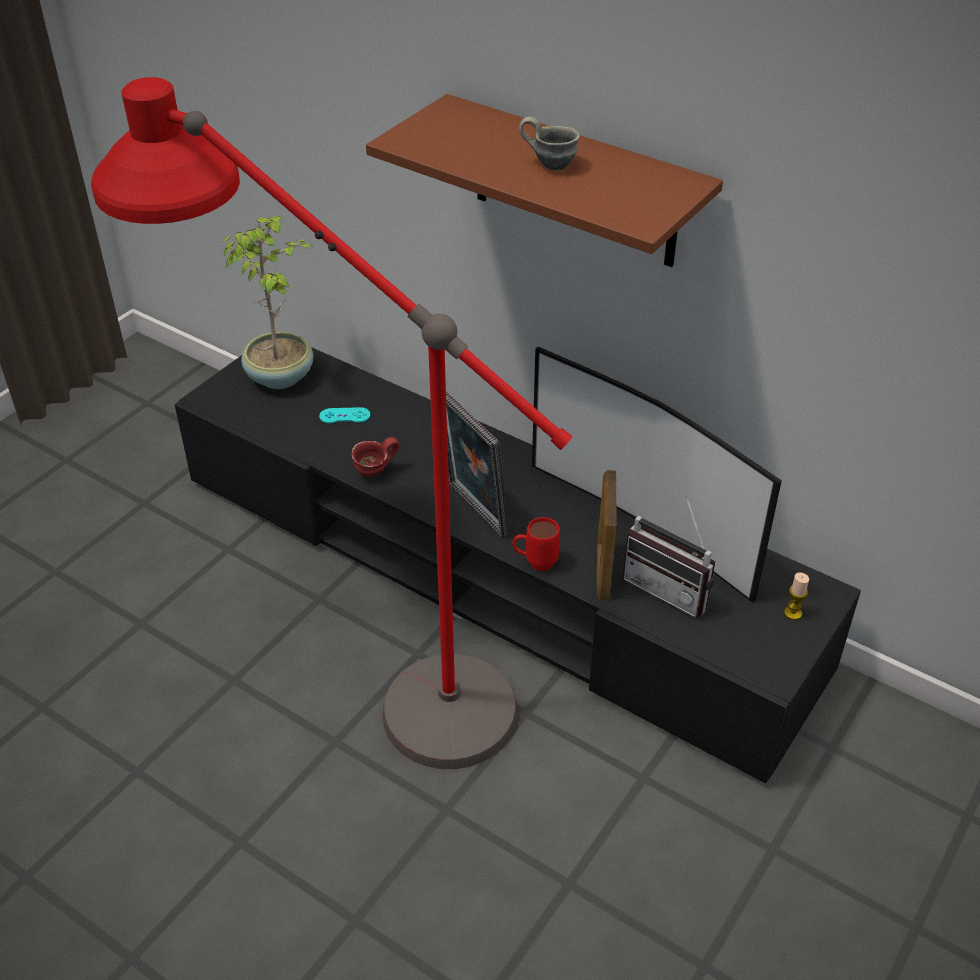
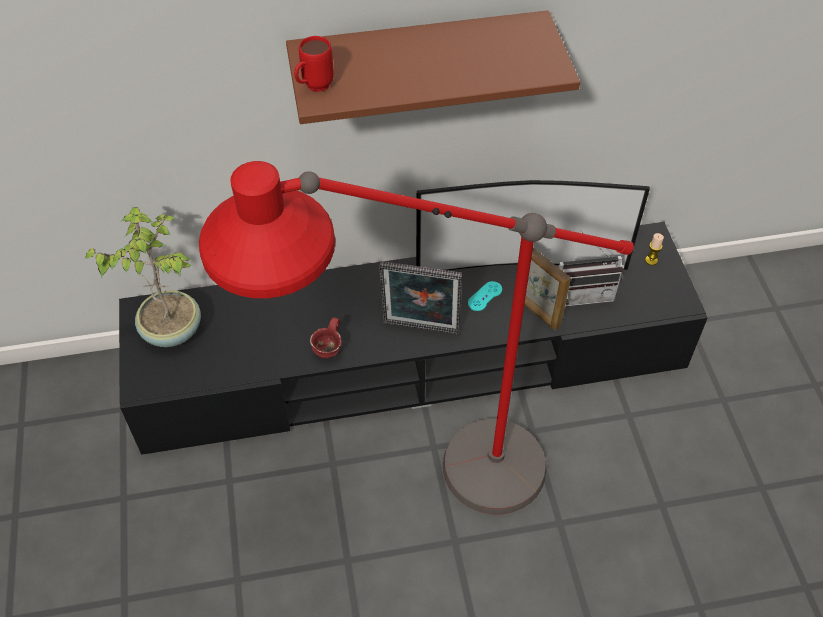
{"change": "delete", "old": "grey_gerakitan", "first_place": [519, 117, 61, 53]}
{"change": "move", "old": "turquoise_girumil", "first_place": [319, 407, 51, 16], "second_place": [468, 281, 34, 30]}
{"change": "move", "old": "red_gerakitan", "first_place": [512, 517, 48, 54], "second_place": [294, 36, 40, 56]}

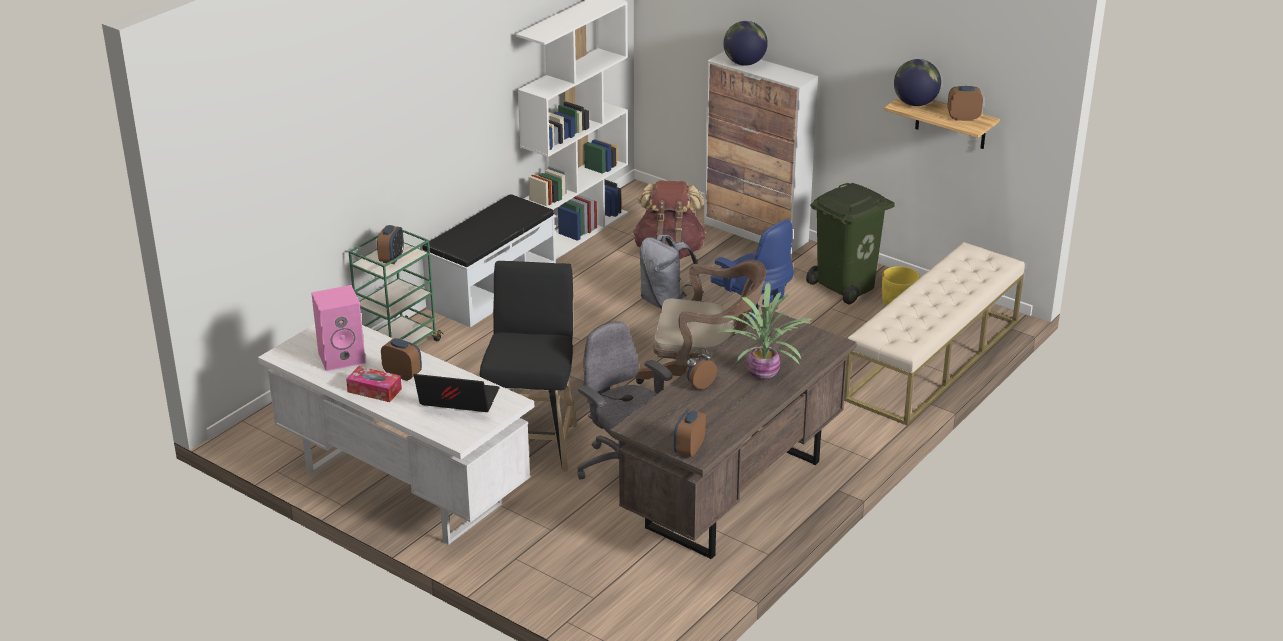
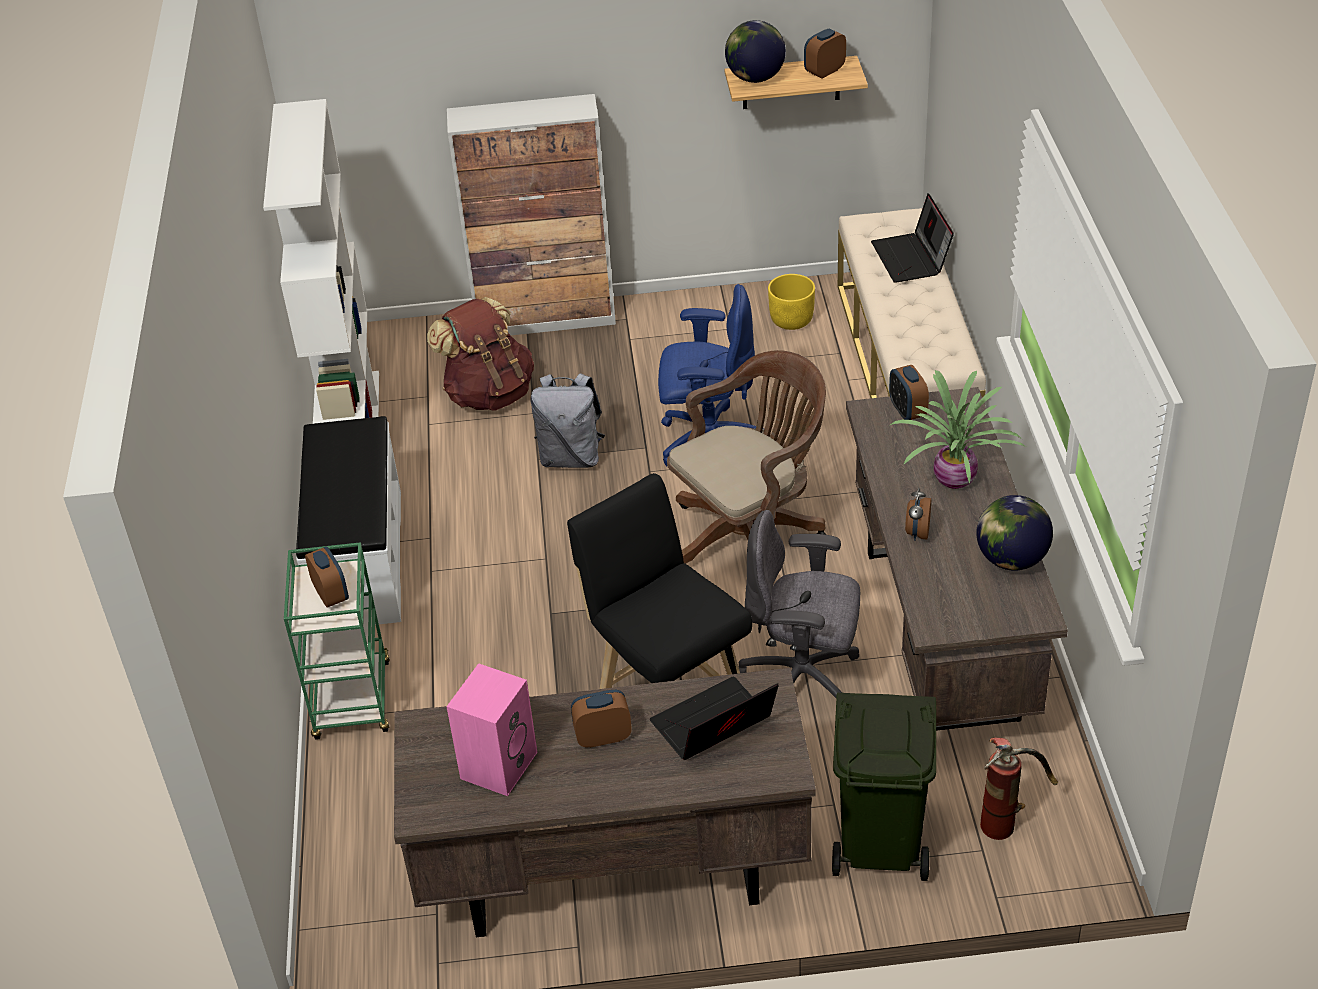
{"change": "delete", "old": "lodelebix", "first_place": [346, 366, 56, 36]}
{"change": "insert", "new": "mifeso", "second_place": [871, 193, 83, 90]}
{"change": "insert", "new": "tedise", "second_place": [980, 737, 78, 103]}
{"change": "move", "old": "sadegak", "first_place": [674, 409, 32, 48], "second_place": [889, 365, 40, 55]}
{"change": "move", "old": "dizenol", "first_place": [723, 21, 45, 45], "second_place": [976, 495, 77, 75]}
{"change": "move", "old": "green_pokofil", "first_place": [806, 183, 89, 121], "second_place": [832, 693, 104, 188]}
{"change": "recolor", "old": "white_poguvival", "new": "brown_poguvival", "first_place": [258, 324, 276, 221], "second_place": [394, 668, 422, 269]}

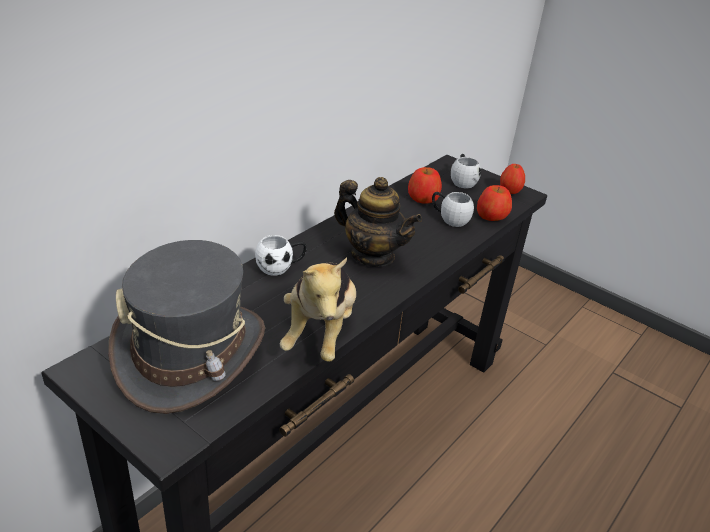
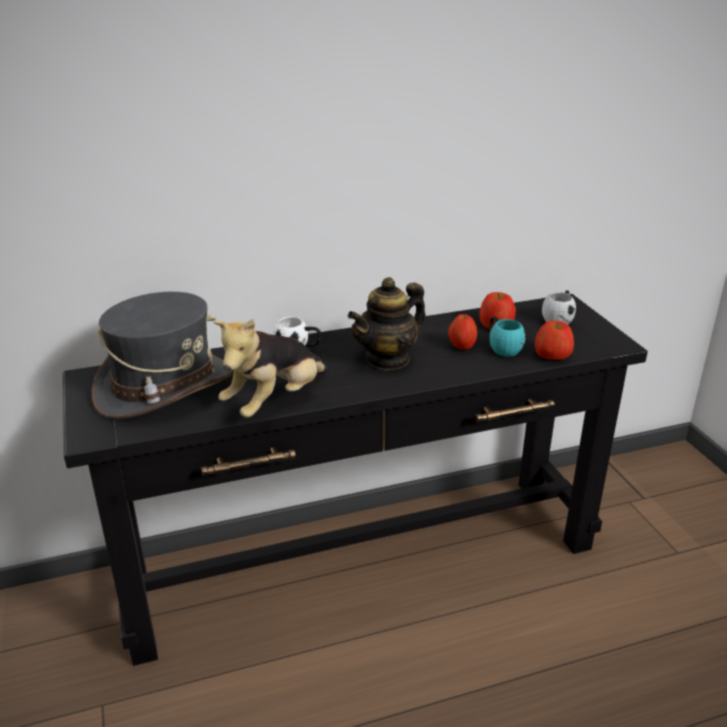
{"change": "move", "old": "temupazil", "first_place": [500, 164, 25, 30], "second_place": [448, 314, 29, 36]}
{"change": "recolor", "old": "white_gerakitan", "new": "turquoise_gerakitan", "first_place": [432, 192, 42, 35], "second_place": [490, 316, 36, 41]}
{"change": "rotate", "old": "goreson", "first_place": [334, 177, 88, 89], "second_place": [348, 277, 78, 94], "degrees": 75}

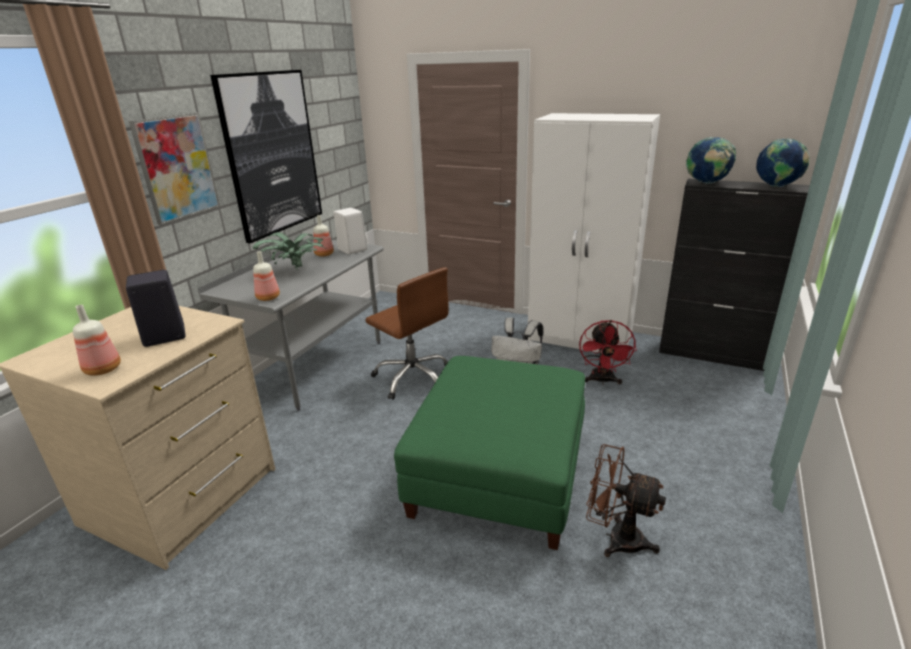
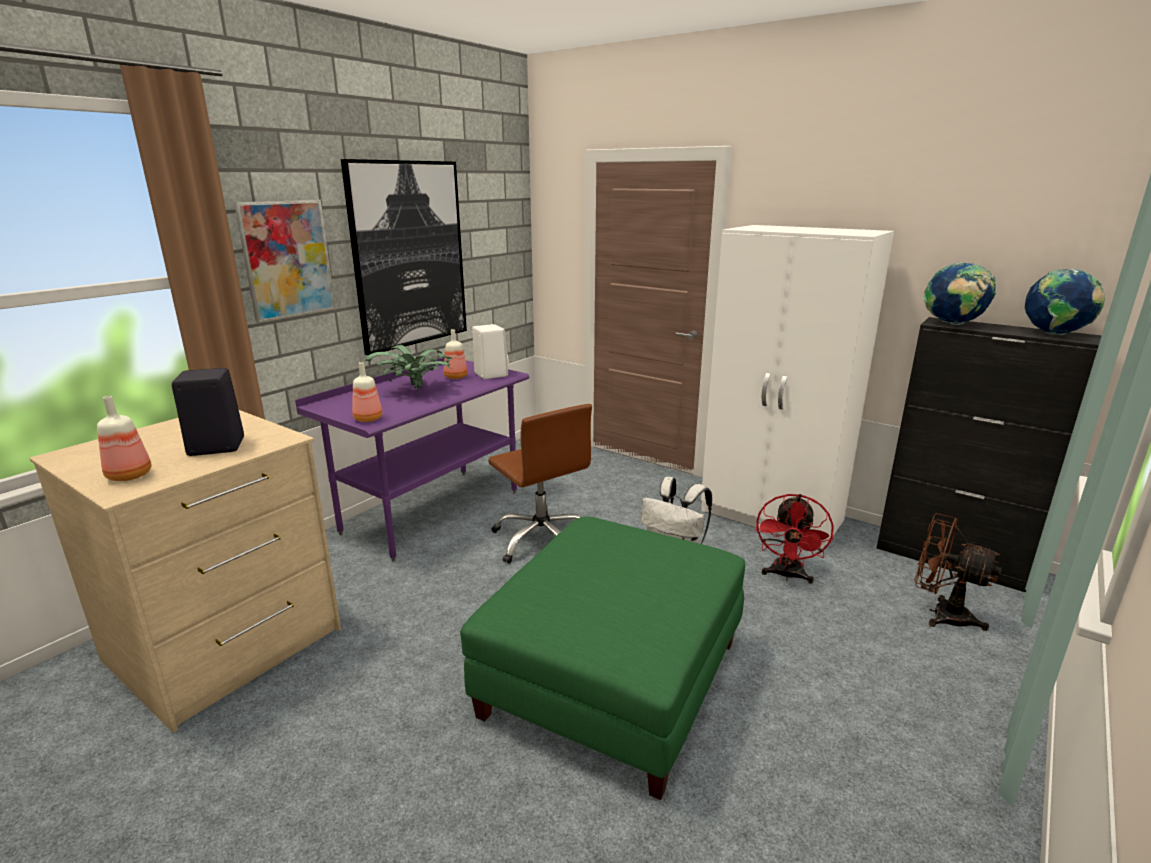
{"change": "move", "old": "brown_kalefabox", "first_place": [586, 444, 80, 113], "second_place": [915, 513, 87, 118]}
{"change": "recolor", "old": "grey_poguvival", "new": "purple_poguvival", "first_place": [198, 236, 186, 175], "second_place": [295, 358, 234, 203]}

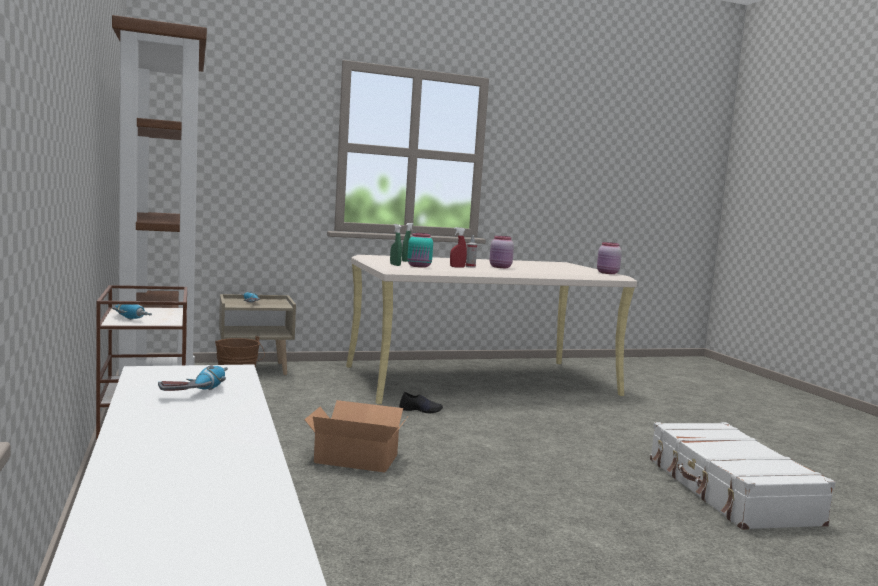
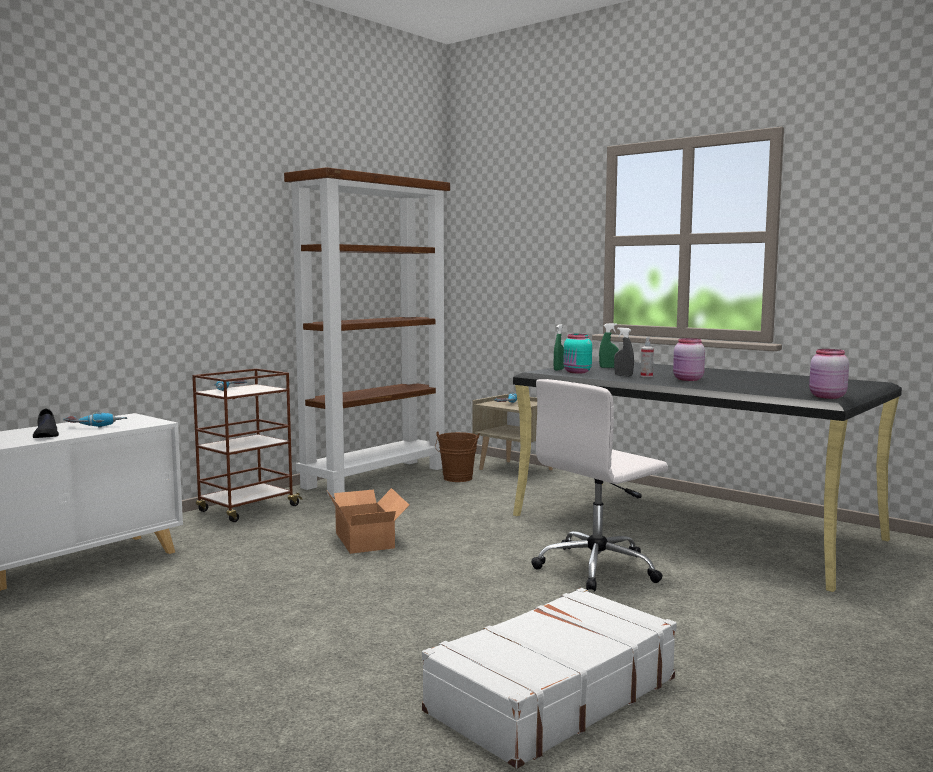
{"change": "insert", "new": "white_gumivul", "second_place": [531, 379, 137, 213]}
{"change": "move", "old": "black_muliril", "first_place": [399, 392, 44, 21], "second_place": [33, 408, 26, 30]}
{"change": "recolor", "old": "beige_poguvival", "new": "black_poguvival", "first_place": [346, 255, 291, 149], "second_place": [513, 361, 389, 231]}
{"change": "recolor", "old": "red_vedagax", "new": "grey_vedagax", "first_place": [450, 227, 17, 41], "second_place": [614, 327, 20, 49]}

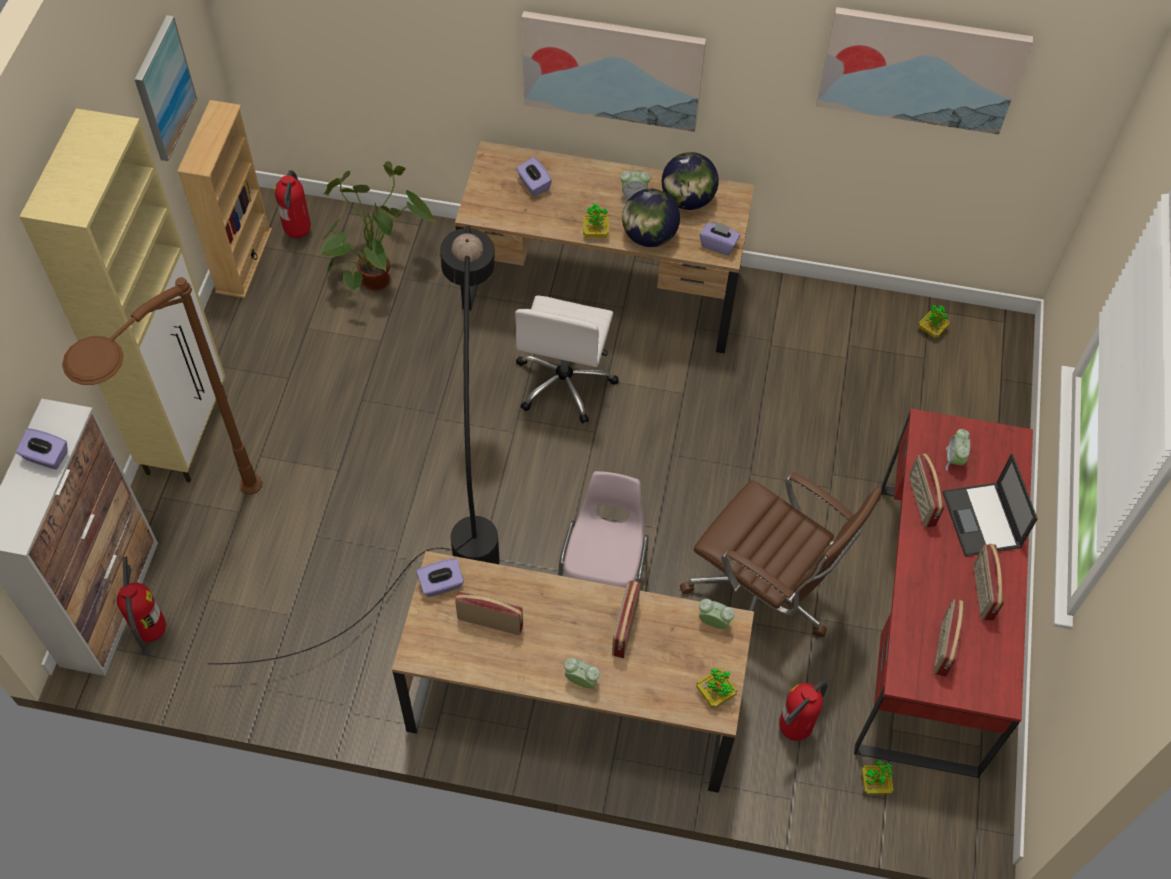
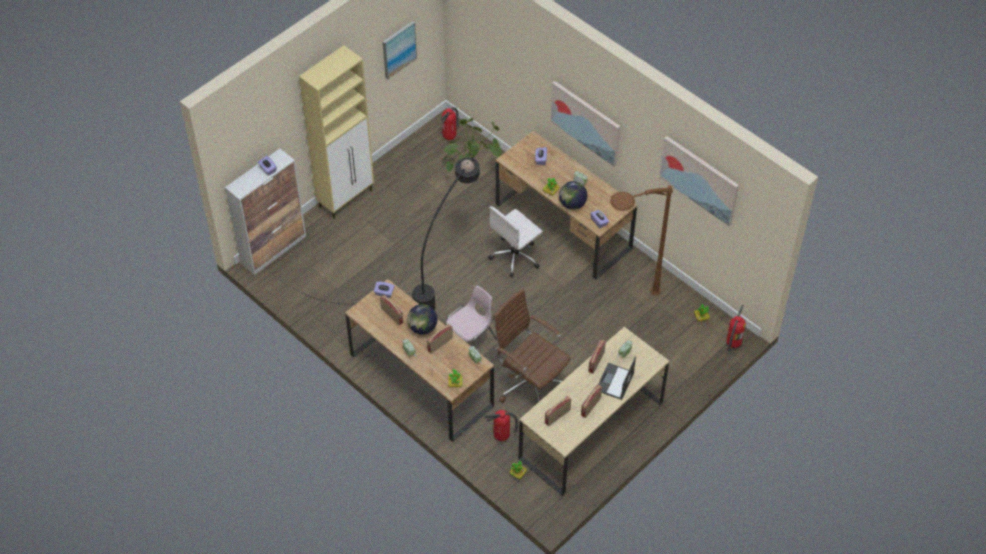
{"change": "delete", "old": "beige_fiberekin", "first_place": [177, 100, 95, 198]}
{"change": "move", "old": "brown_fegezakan", "first_place": [62, 277, 200, 217], "second_place": [610, 185, 63, 111]}
{"change": "move", "old": "tedise", "first_place": [117, 557, 49, 98], "second_place": [727, 304, 19, 47]}
{"change": "move", "old": "dizenol", "first_place": [662, 152, 57, 58], "second_place": [407, 304, 30, 31]}
{"change": "recolor", "old": "red_poguvival", "new": "beige_poguvival", "first_place": [854, 409, 179, 369], "second_place": [519, 327, 150, 169]}
{"change": "rotate", "old": "brown_gumivul", "first_place": [680, 473, 202, 164], "second_place": [493, 289, 78, 114], "degrees": 150}

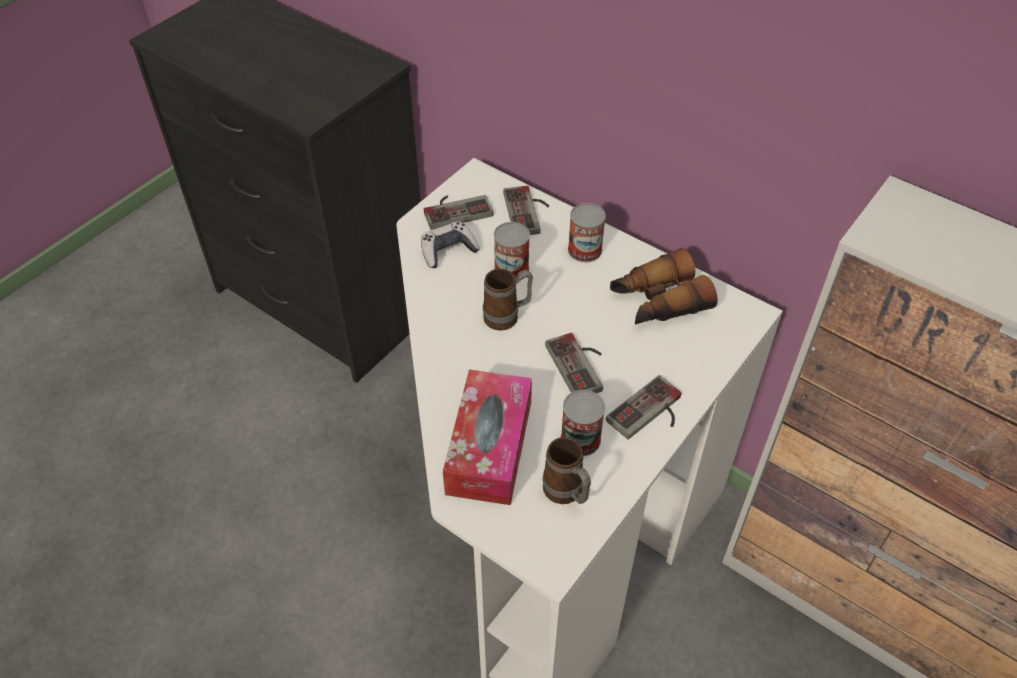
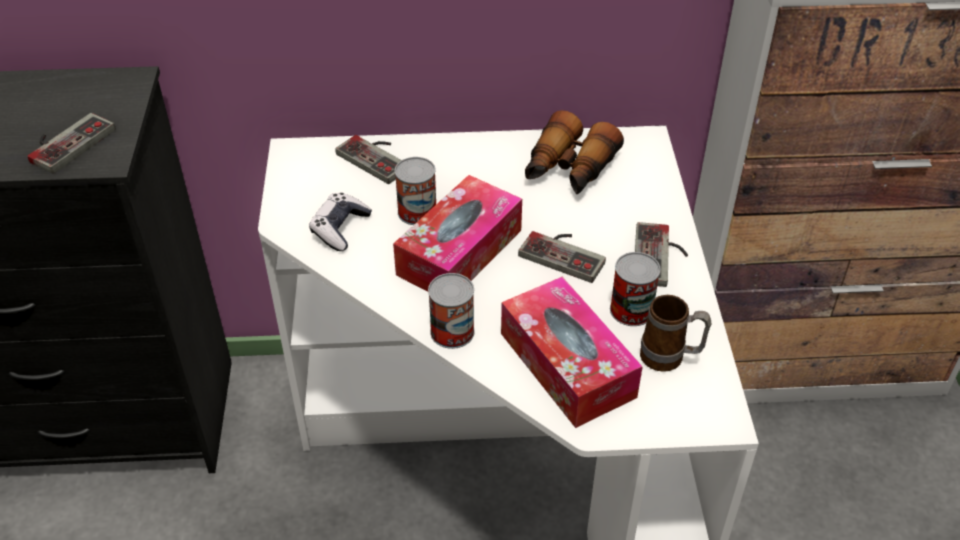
{"change": "move", "old": "girumil", "first_place": [424, 195, 69, 35], "second_place": [28, 113, 88, 61]}
{"change": "move", "old": "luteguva", "first_place": [568, 203, 38, 59], "second_place": [428, 273, 46, 76]}
{"change": "replace", "old": "gerakitan", "new": "lodelebix", "first_place": [483, 268, 50, 63], "second_place": [393, 175, 129, 117]}

